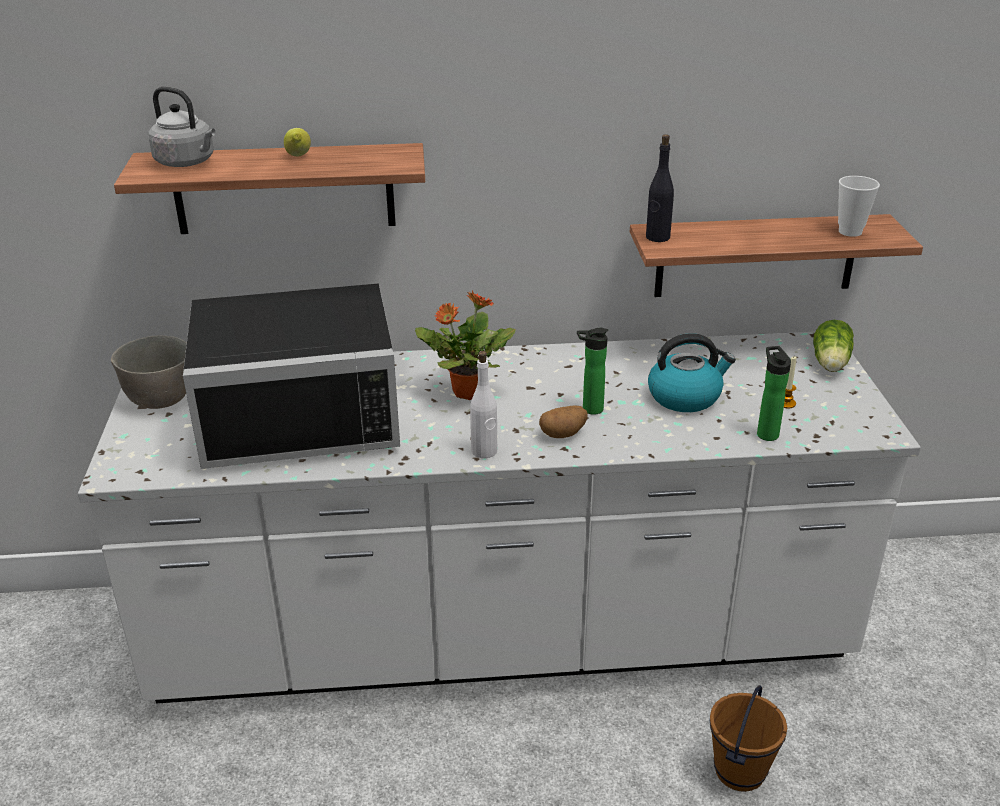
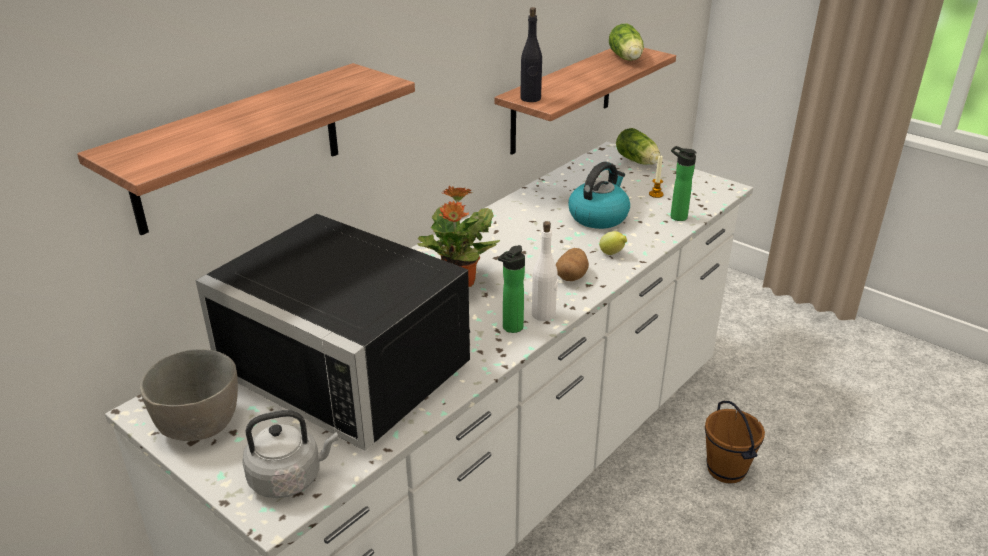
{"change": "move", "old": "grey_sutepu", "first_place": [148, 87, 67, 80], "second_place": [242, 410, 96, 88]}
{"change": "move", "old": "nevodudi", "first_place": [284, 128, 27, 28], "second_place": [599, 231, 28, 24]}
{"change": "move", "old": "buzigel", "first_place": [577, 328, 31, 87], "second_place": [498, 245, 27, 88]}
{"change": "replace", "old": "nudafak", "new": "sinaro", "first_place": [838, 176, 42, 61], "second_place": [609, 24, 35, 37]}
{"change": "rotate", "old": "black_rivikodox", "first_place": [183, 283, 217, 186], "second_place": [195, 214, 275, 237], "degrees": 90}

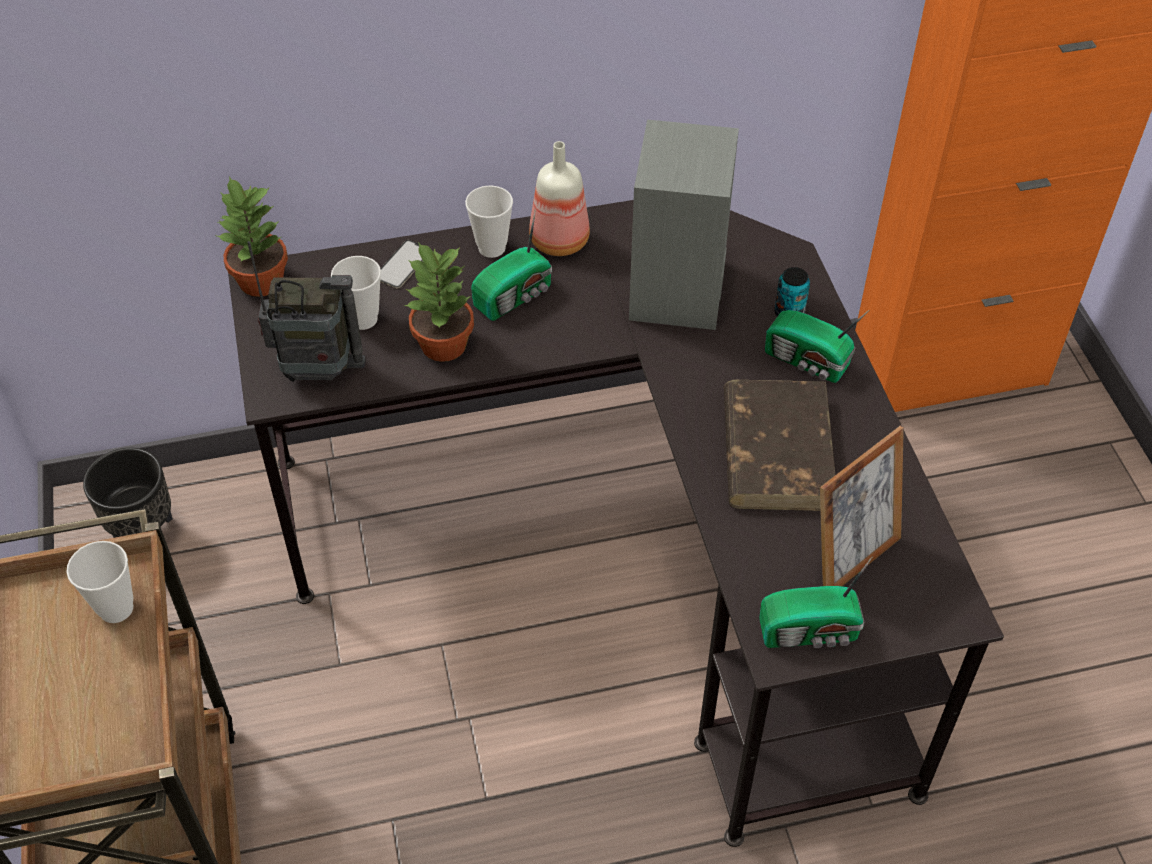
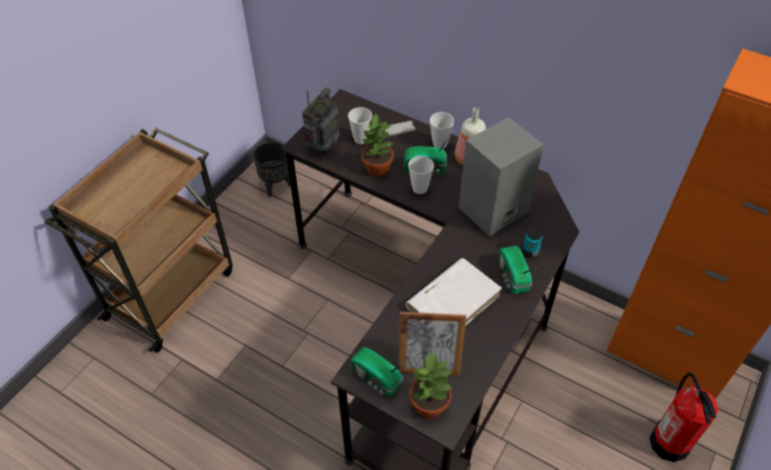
{"change": "insert", "new": "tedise", "second_place": [649, 372, 70, 90]}
{"change": "move", "old": "nudafak", "first_place": [66, 541, 67, 82], "second_place": [408, 156, 26, 38]}
{"change": "move", "old": "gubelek", "first_place": [217, 176, 71, 121], "second_place": [409, 352, 43, 66]}
{"change": "recolor", "old": "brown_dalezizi", "new": "white_dalezizi", "first_place": [724, 380, 111, 131], "second_place": [405, 258, 97, 68]}
{"change": "rotate", "old": "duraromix", "first_place": [247, 241, 119, 141], "second_place": [302, 88, 38, 67], "degrees": -105}

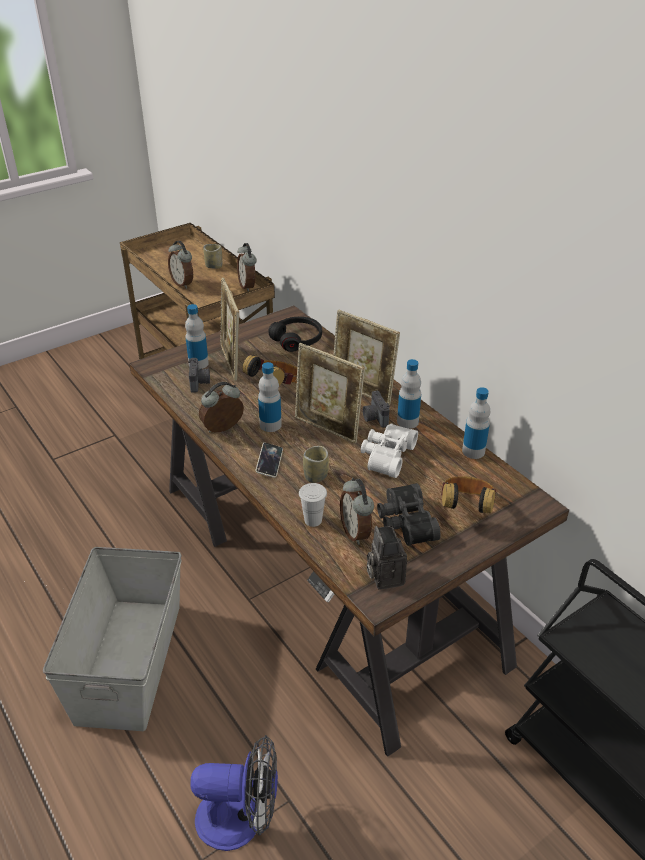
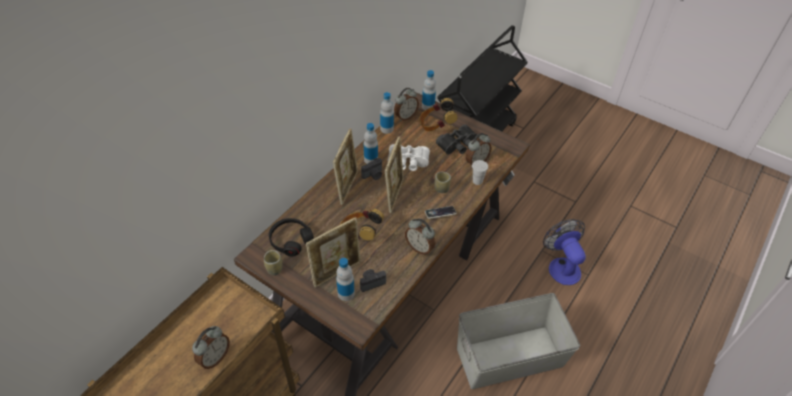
{"change": "delete", "old": "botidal", "first_place": [367, 526, 40, 64]}
{"change": "move", "old": "nudafak", "first_place": [203, 244, 19, 25], "second_place": [264, 250, 19, 26]}
{"change": "move", "old": "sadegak", "first_place": [237, 243, 20, 48], "second_place": [394, 88, 25, 33]}
{"change": "move", "old": "buzigel", "first_place": [258, 362, 24, 70], "second_place": [422, 70, 14, 40]}

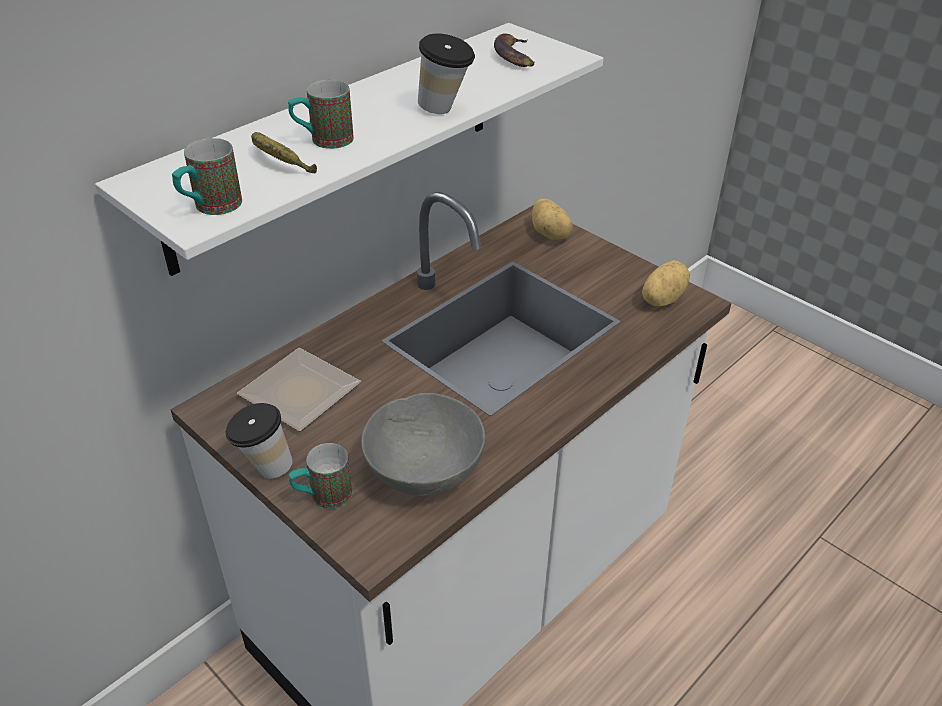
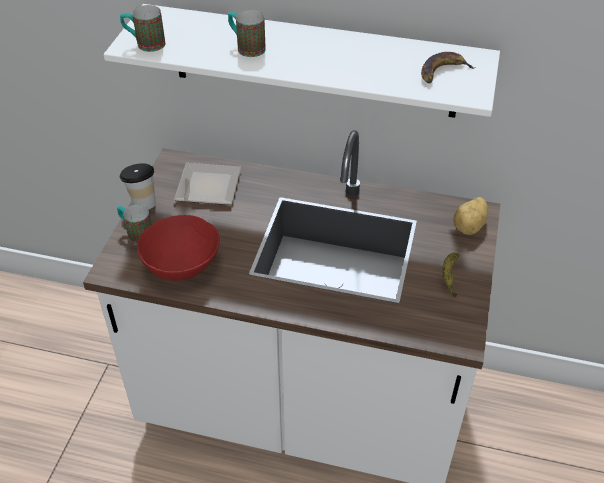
{"change": "delete", "old": "nudafak", "first_place": [418, 33, 57, 81]}
{"change": "delete", "old": "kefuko", "first_place": [642, 261, 48, 45]}
{"change": "move", "old": "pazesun", "first_place": [251, 132, 66, 41], "second_place": [442, 253, 18, 45]}
{"change": "recolor", "old": "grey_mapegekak", "new": "red_mapegekak", "first_place": [361, 393, 124, 103], "second_place": [137, 215, 83, 66]}

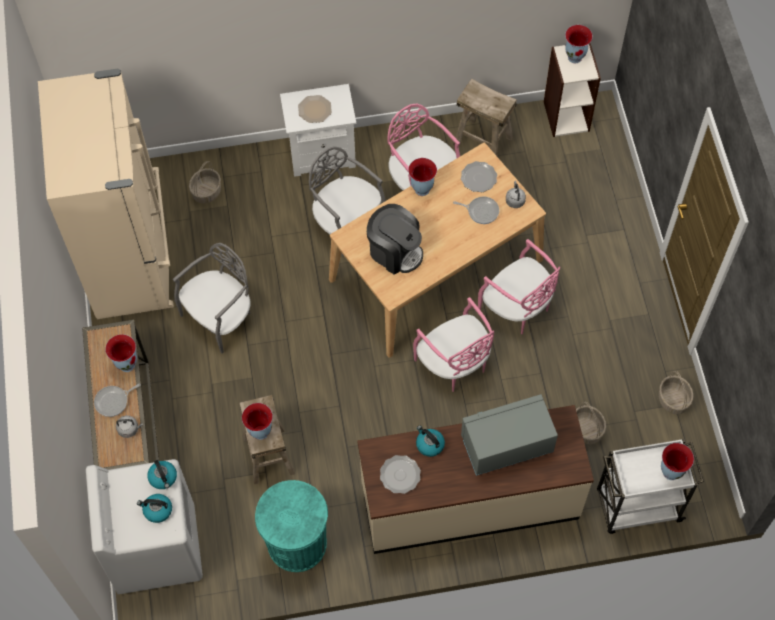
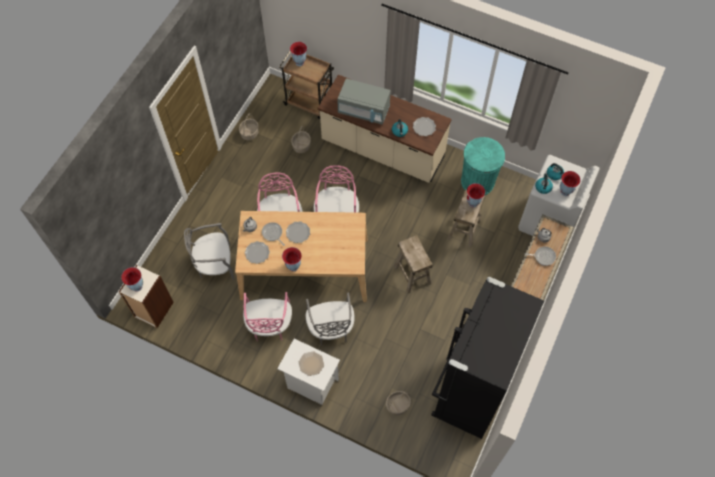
{"change": "delete", "old": "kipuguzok", "first_place": [367, 204, 56, 71]}
{"change": "insert", "new": "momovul", "second_place": [286, 221, 24, 22]}
{"change": "move", "old": "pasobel", "first_place": [105, 334, 32, 38], "second_place": [560, 171, 21, 25]}
{"change": "move", "old": "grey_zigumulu", "first_place": [173, 243, 77, 111], "second_place": [184, 223, 50, 57]}
{"change": "move", "old": "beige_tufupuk", "first_place": [454, 79, 63, 78], "second_place": [394, 235, 39, 59]}
{"change": "recolor", "old": "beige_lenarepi", "new": "black_lenarepi", "first_place": [38, 69, 136, 250], "second_place": [431, 277, 113, 162]}
{"change": "recolor", "old": "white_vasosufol", "new": "brown_vasosufol", "first_place": [597, 439, 107, 95], "second_place": [279, 51, 55, 68]}

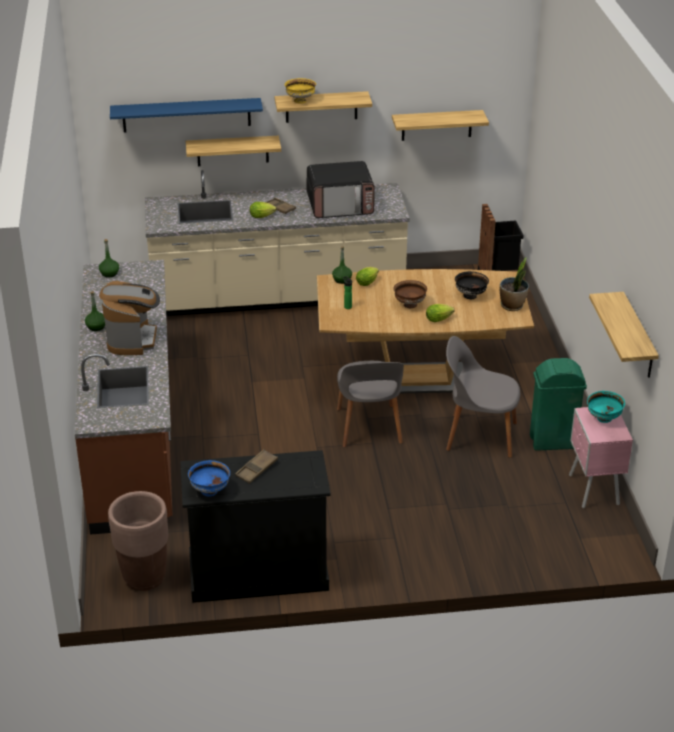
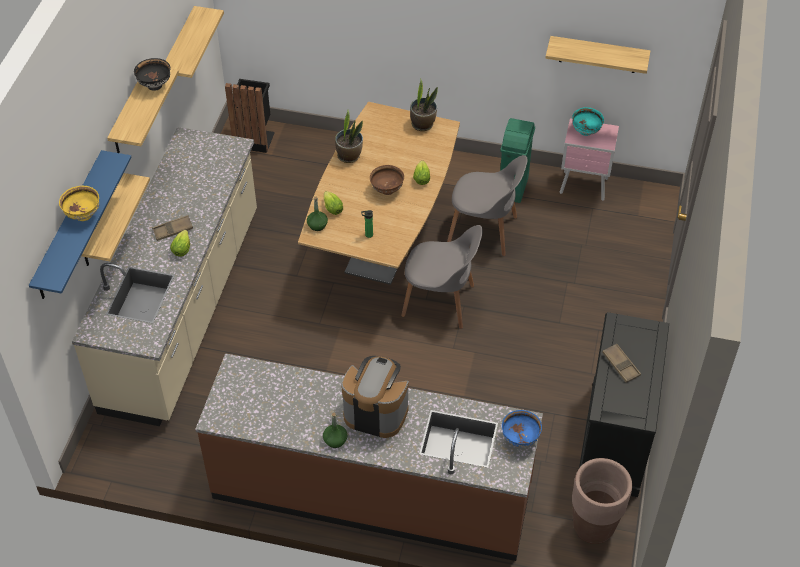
{"change": "delete", "old": "green_buzigel", "first_place": [99, 239, 20, 38]}
{"change": "delete", "old": "rivikodox", "first_place": [306, 161, 69, 57]}
{"change": "insert", "new": "gubelek", "second_place": [335, 110, 28, 53]}
{"change": "move", "old": "blue_mapegekak", "first_place": [188, 460, 42, 37], "second_place": [502, 410, 40, 37]}
{"change": "move", "old": "yellow_mapegekak", "first_place": [285, 78, 31, 26], "second_place": [59, 186, 40, 35]}
{"change": "move", "old": "black_mapegekak", "first_place": [455, 271, 34, 28], "second_place": [134, 58, 36, 33]}
{"change": "rotate", "old": "grey_zigumulu", "first_place": [446, 336, 74, 122], "second_place": [447, 155, 80, 101], "degrees": -105}

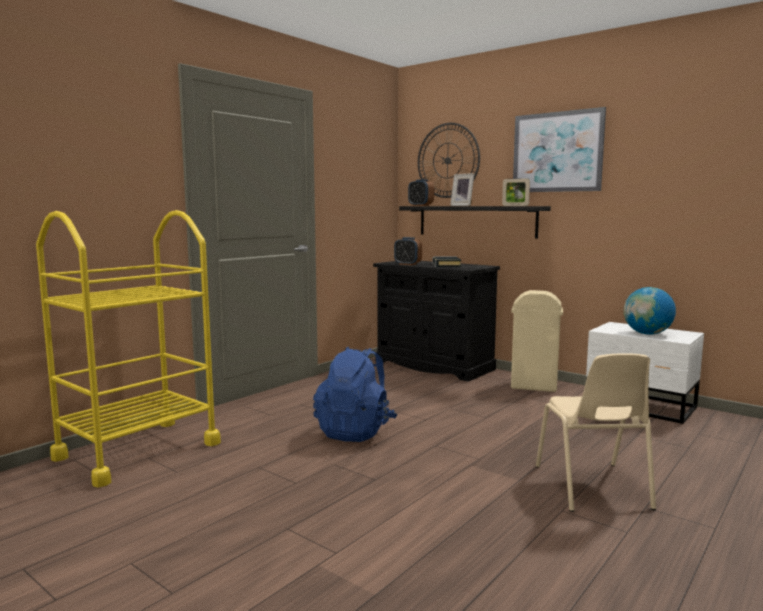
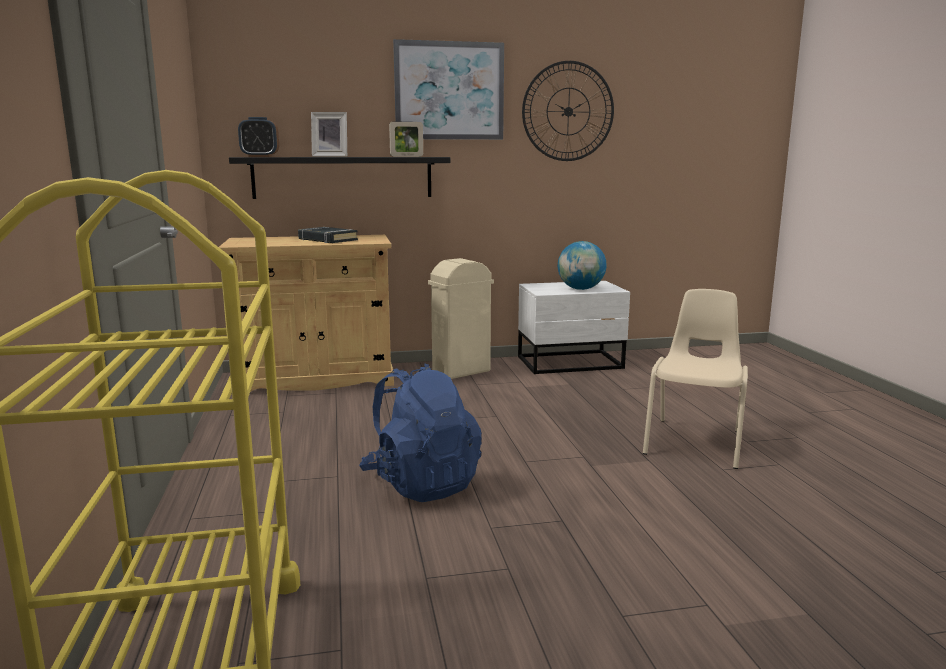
{"change": "delete", "old": "sadegak", "first_place": [394, 237, 28, 28]}
{"change": "move", "old": "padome", "first_place": [418, 123, 62, 75], "second_place": [522, 61, 92, 100]}
{"change": "recolor", "old": "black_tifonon", "new": "beige_tifonon", "first_place": [373, 261, 127, 121], "second_place": [219, 235, 175, 157]}
{"change": "rotate", "old": "beige_zigumulu", "first_place": [536, 353, 120, 159], "second_place": [643, 289, 105, 180], "degrees": -105}

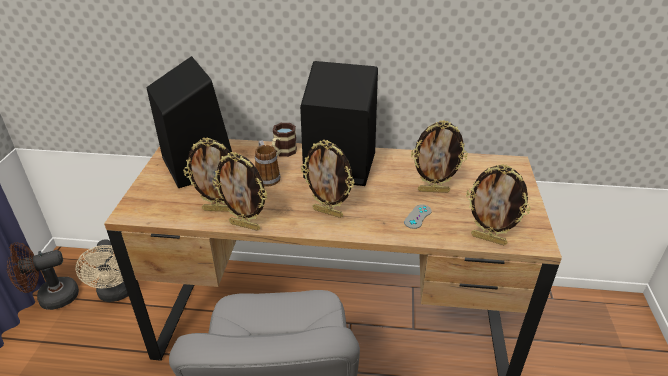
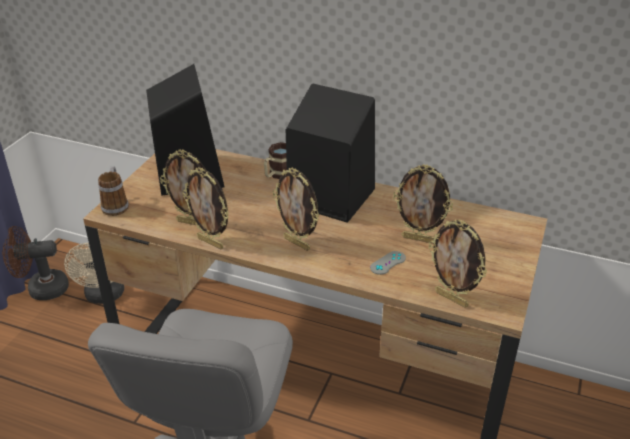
{"change": "move", "old": "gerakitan", "first_place": [255, 140, 26, 47], "second_place": [98, 166, 31, 50]}

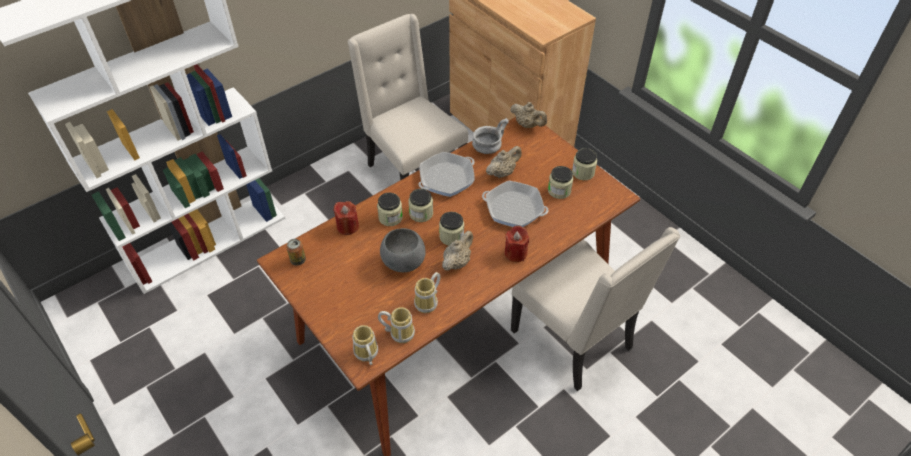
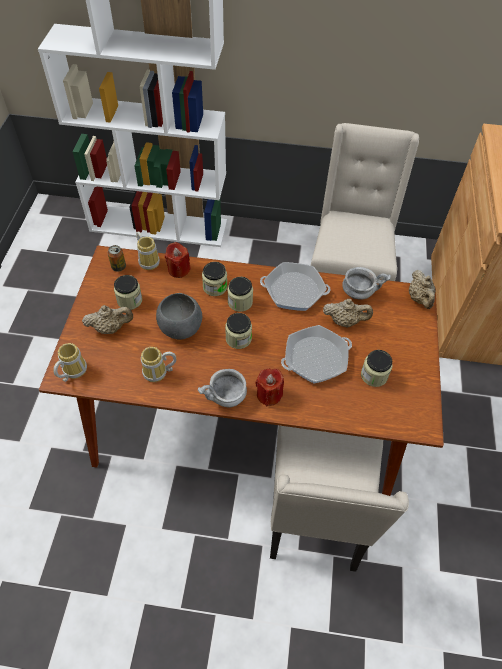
{"change": "insert", "new": "grey_mapegekak", "second_place": [198, 369, 49, 38]}
{"change": "move", "old": "gerakitan", "first_place": [378, 307, 37, 36], "second_place": [136, 231, 24, 39]}
{"change": "move", "old": "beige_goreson", "first_place": [442, 231, 31, 40], "second_place": [82, 305, 51, 29]}
{"change": "move", "old": "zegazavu", "first_place": [572, 148, 25, 32], "second_place": [114, 275, 28, 35]}
{"change": "rotate", "old": "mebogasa", "first_place": [482, 181, 66, 46], "second_place": [281, 325, 71, 58], "degrees": 90}

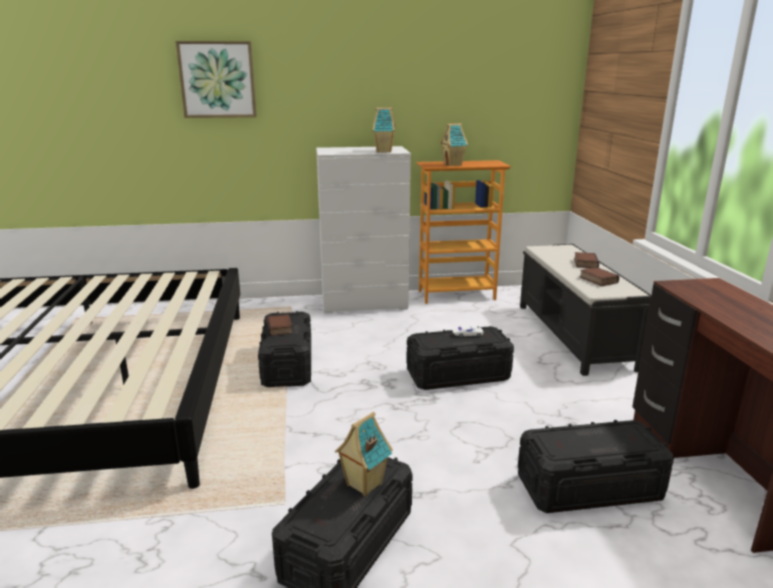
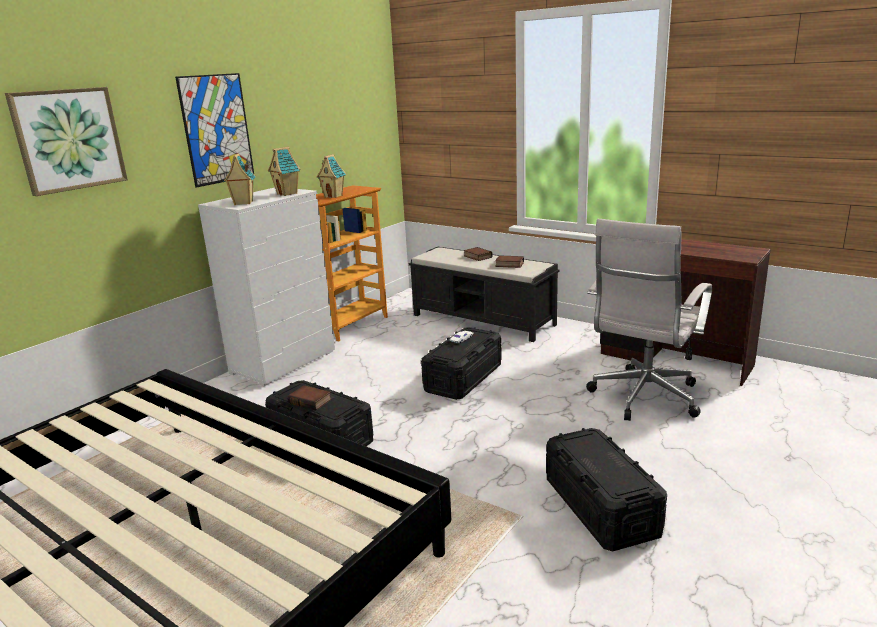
{"change": "insert", "new": "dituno", "second_place": [175, 73, 79, 115]}
{"change": "move", "old": "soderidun", "first_place": [335, 412, 58, 84], "second_place": [224, 154, 32, 51]}
{"change": "replace", "old": "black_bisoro", "new": "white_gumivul", "first_place": [518, 420, 156, 93], "second_place": [586, 219, 126, 202]}

